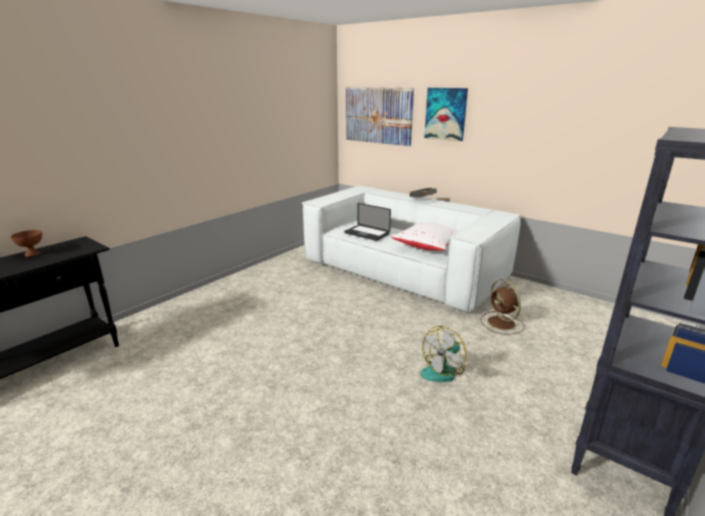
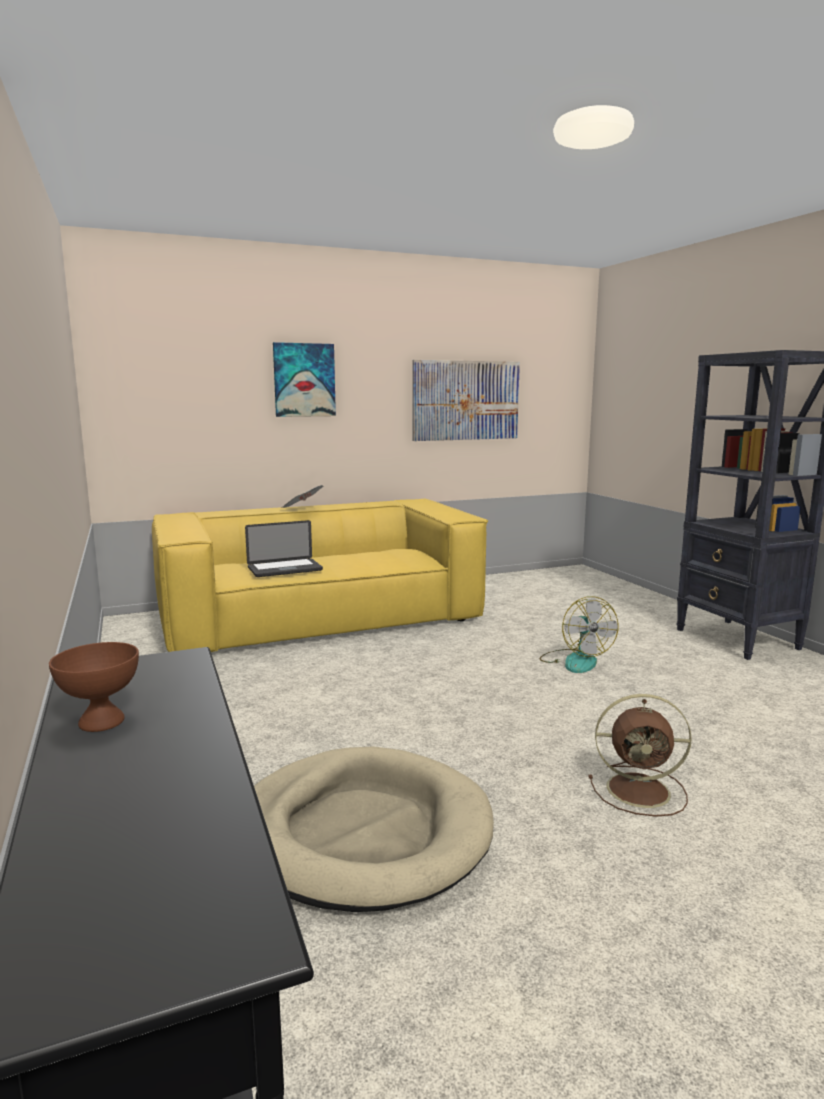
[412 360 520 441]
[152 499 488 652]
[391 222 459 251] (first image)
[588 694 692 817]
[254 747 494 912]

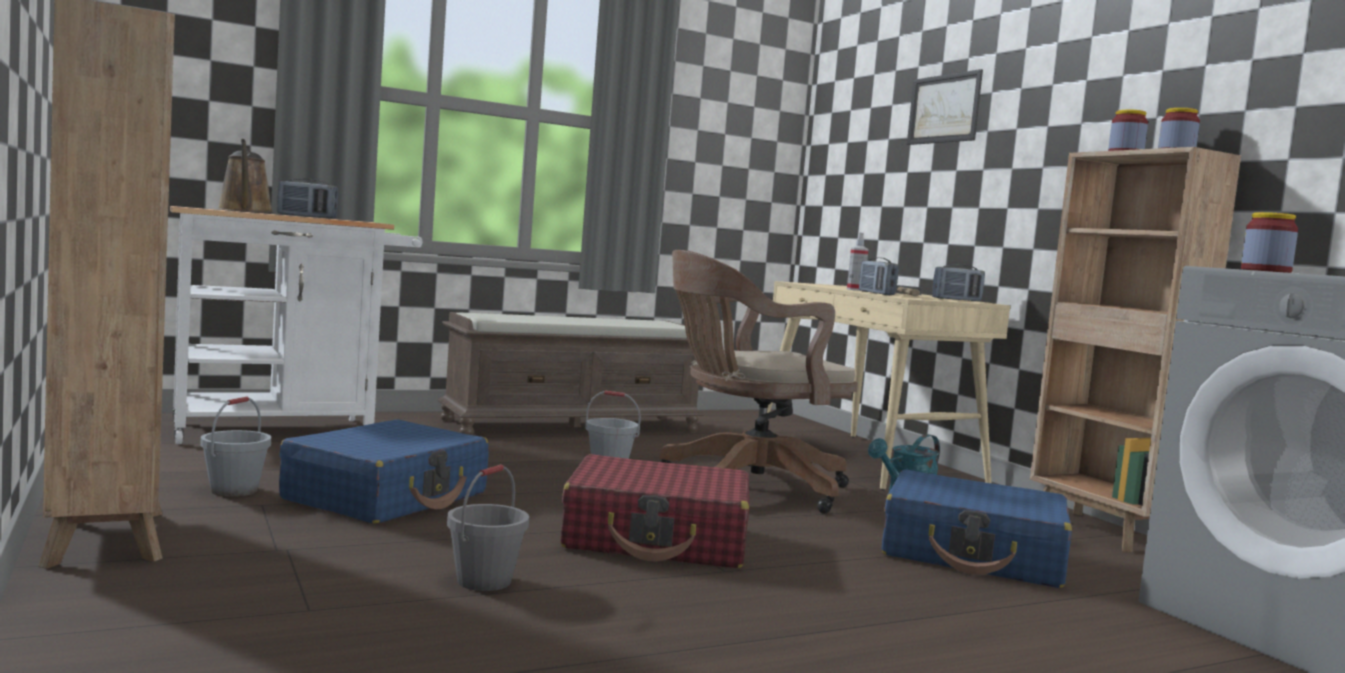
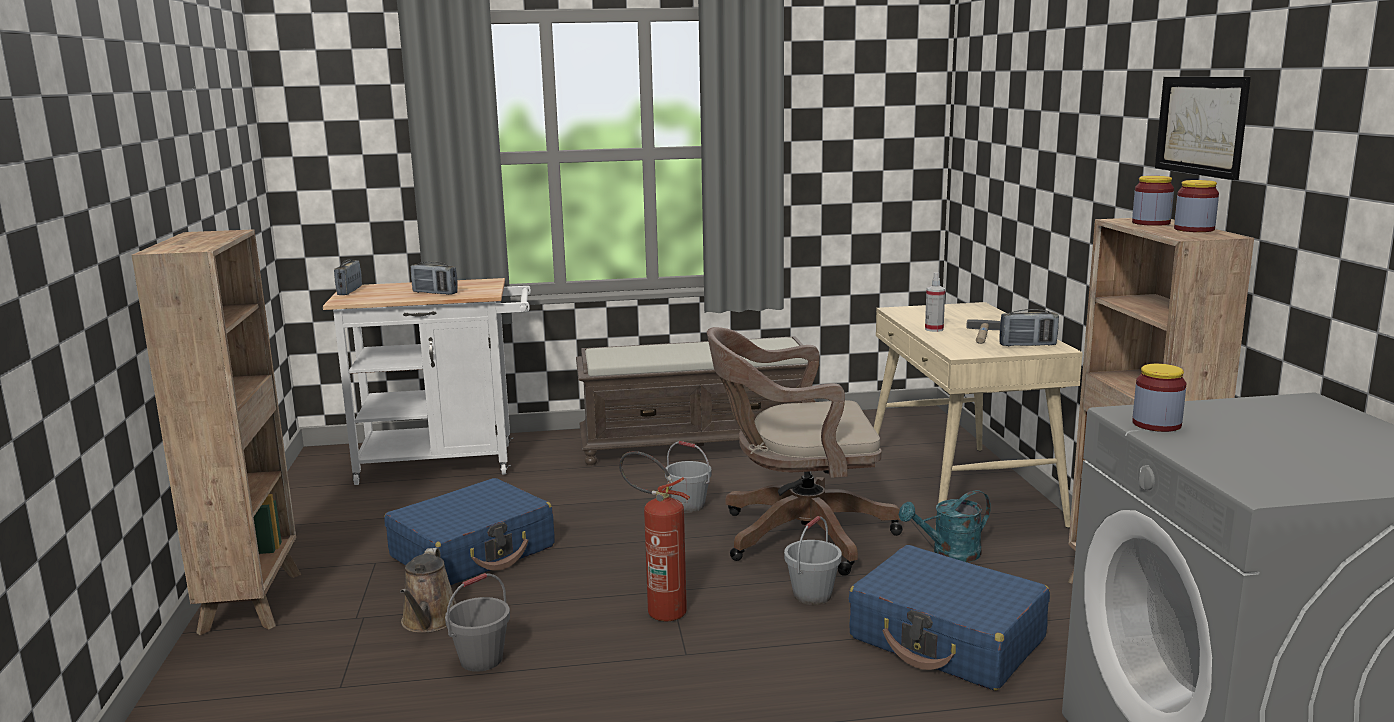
[1155 77 1251 180]
[400 548 456 633]
[334 260 362 295]
[784 516 842 605]
[619 451 690 621]

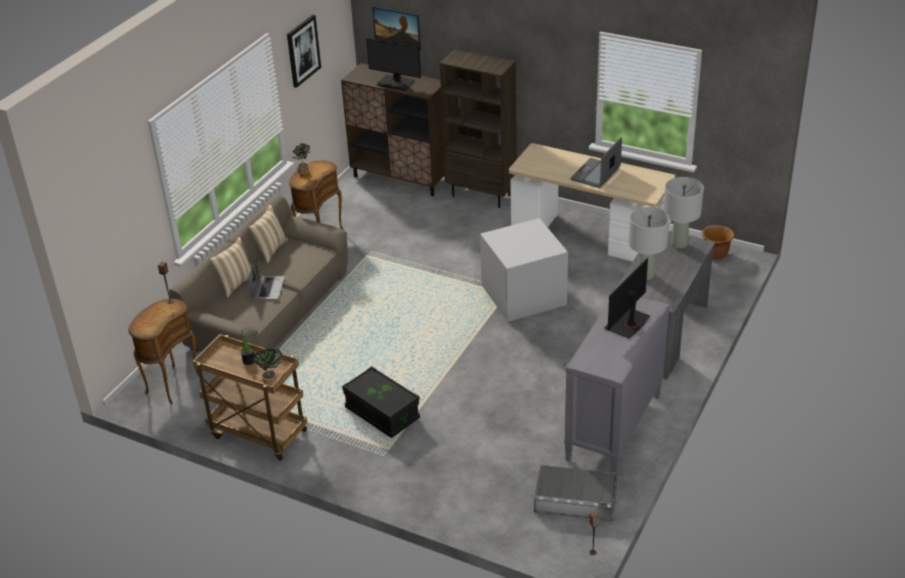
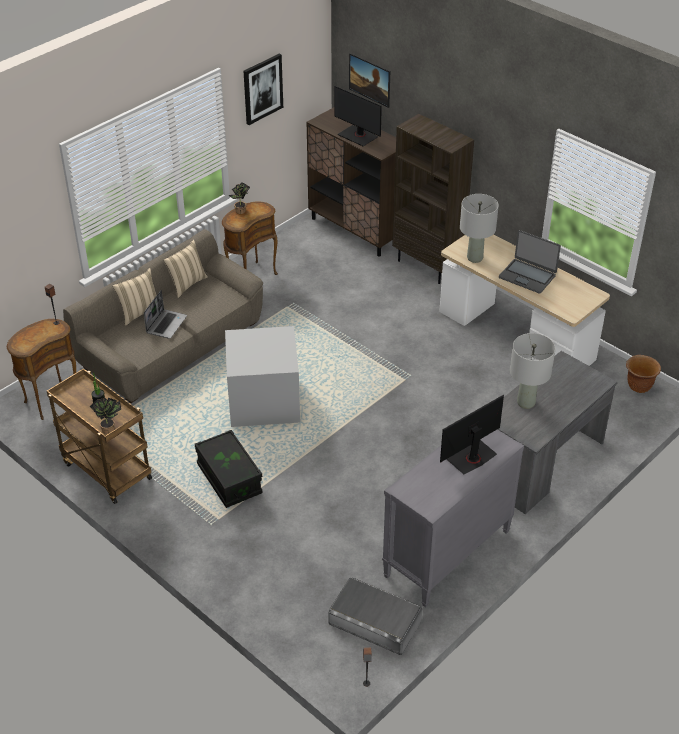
[499 230 561 294]
[460 194 499 263]
[225 326 300 427]

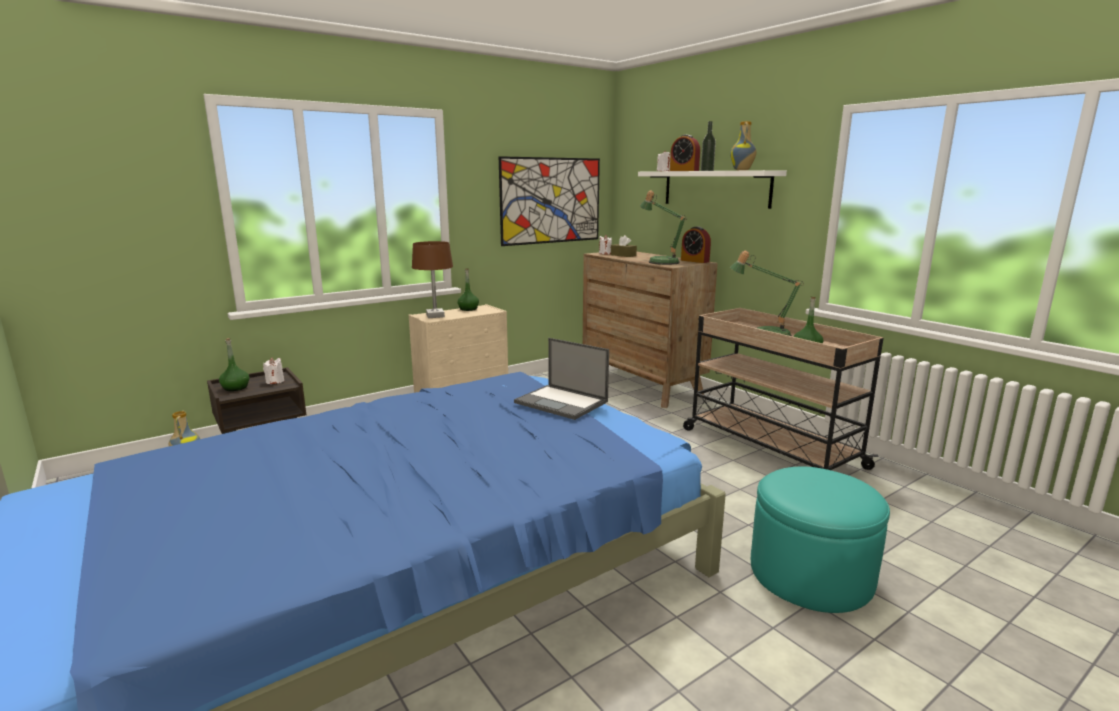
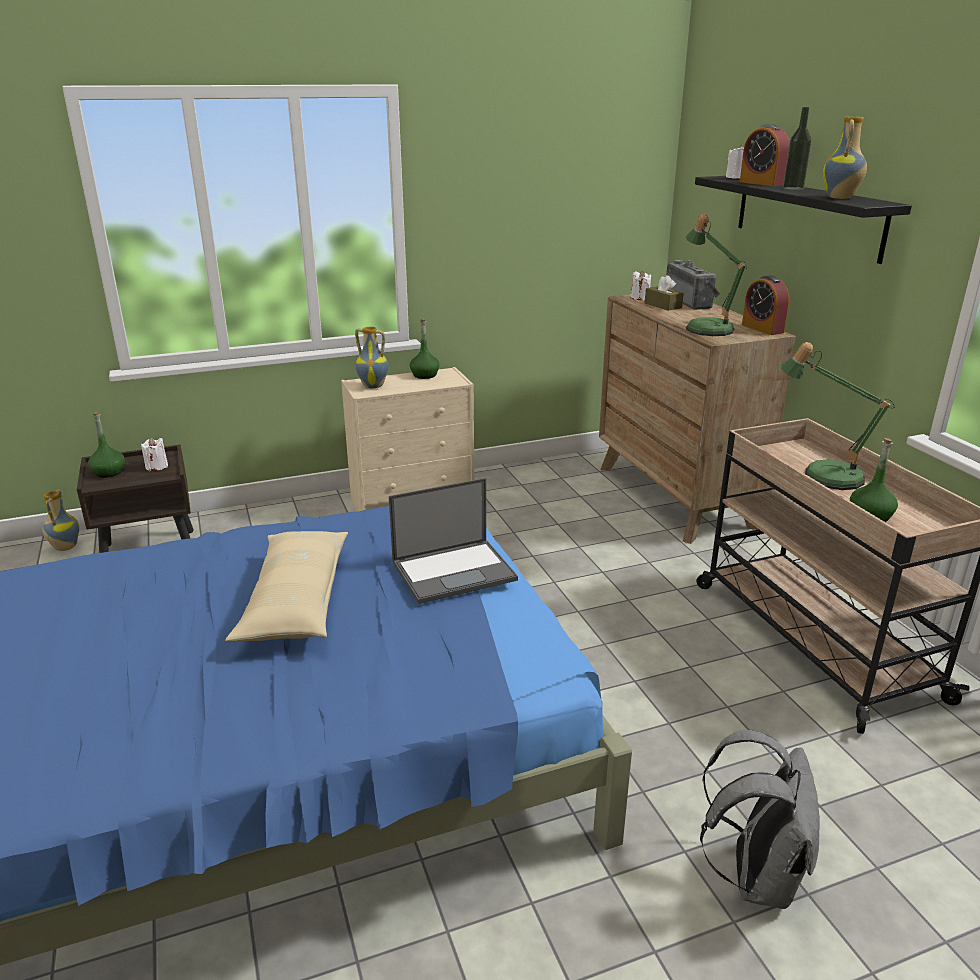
[499 156 600 246] (first image)
[695 176 912 264]
[355 327 389 388]
[389 478 518 604]
[700 730 820 909]
[666 260 720 310]
[225 531 348 642]

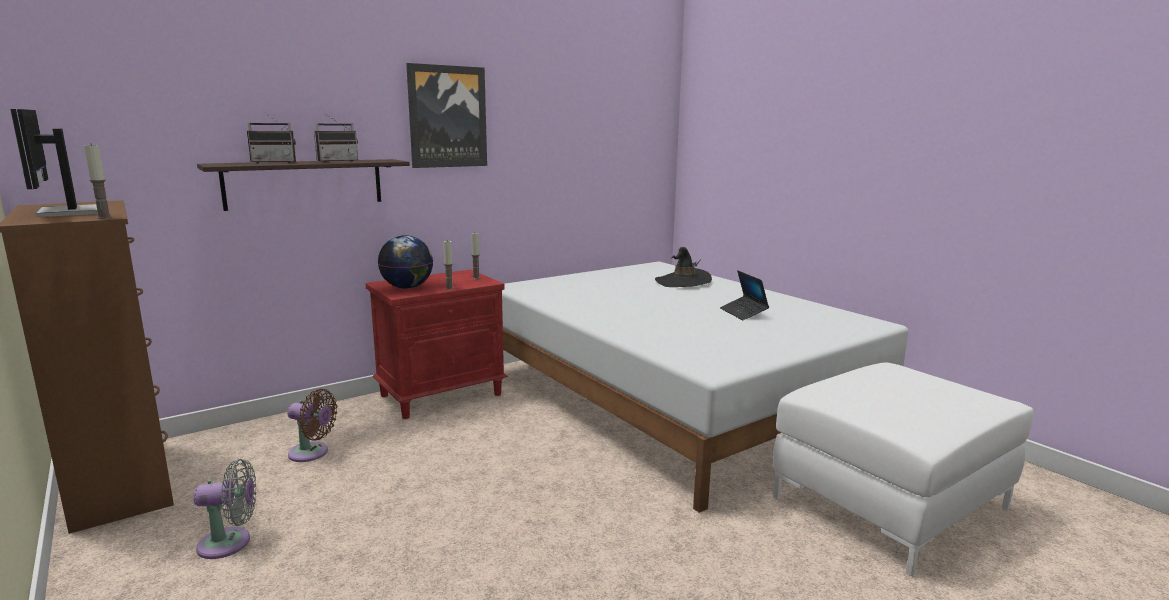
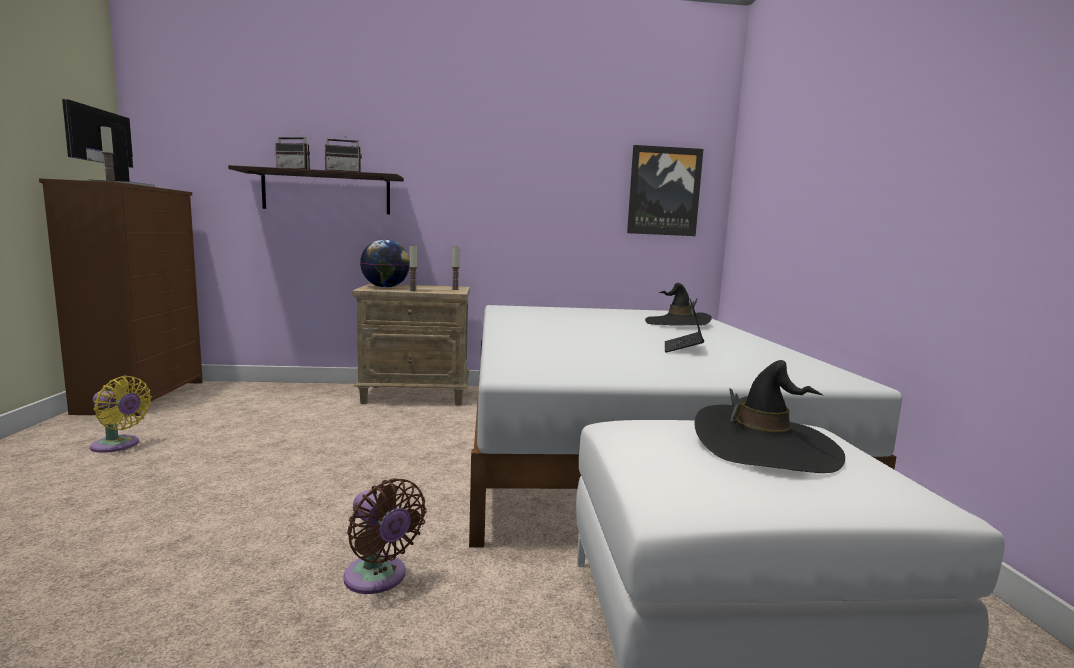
[627 145 703 236]
[353 283 470 406]
[343 478 427 594]
[90 376 152 453]
[694 360 845 473]

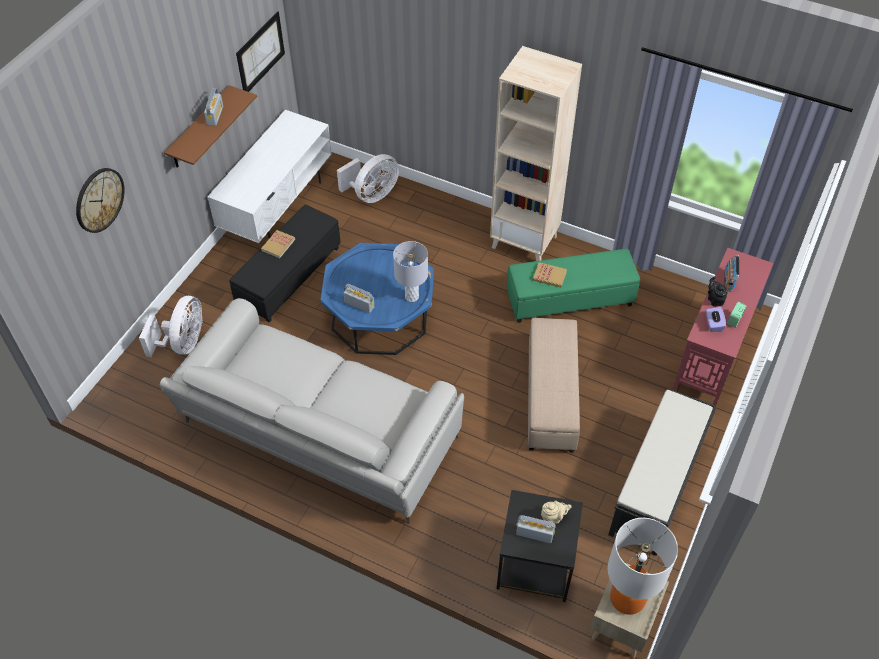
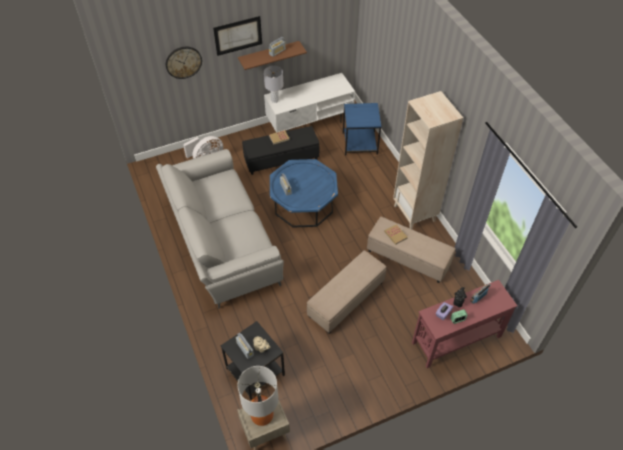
[213 16 262 56]
[343 103 381 156]
[264 66 284 103]
[367 216 456 283]
[608 389 716 556] (first image)

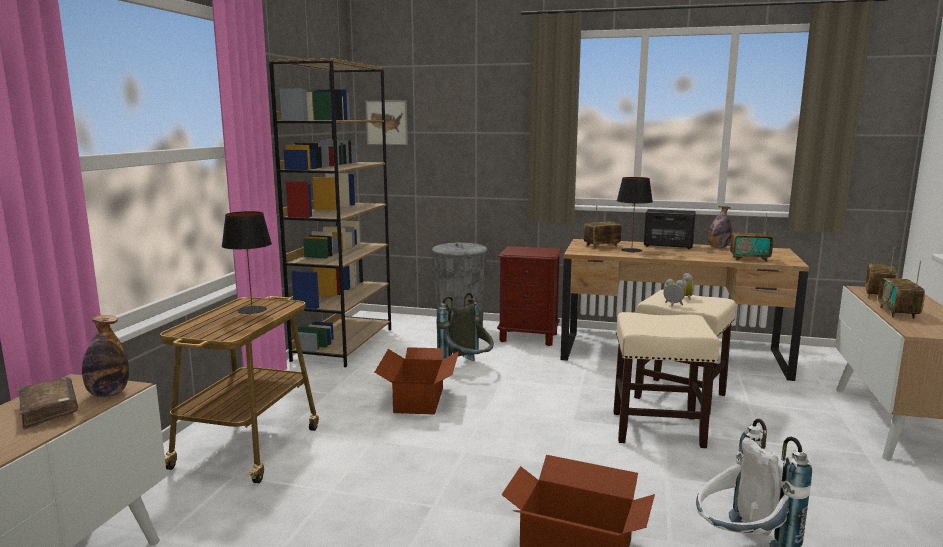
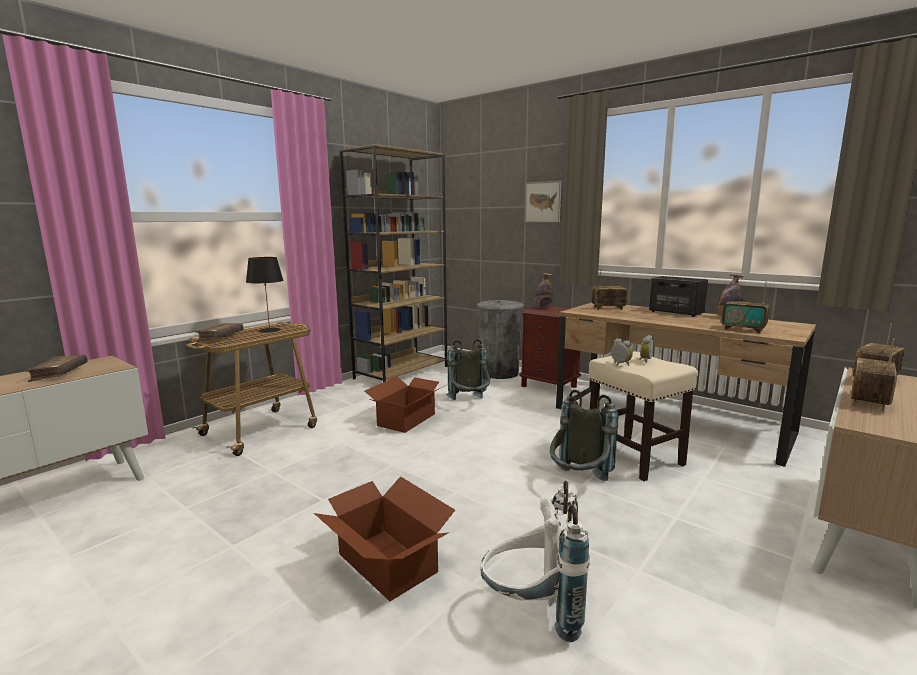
[525 181 561 222]
[617 177 653 253] (first image)
[550 390 618 481]
[535 273 553 308]
[195 323 244 341]

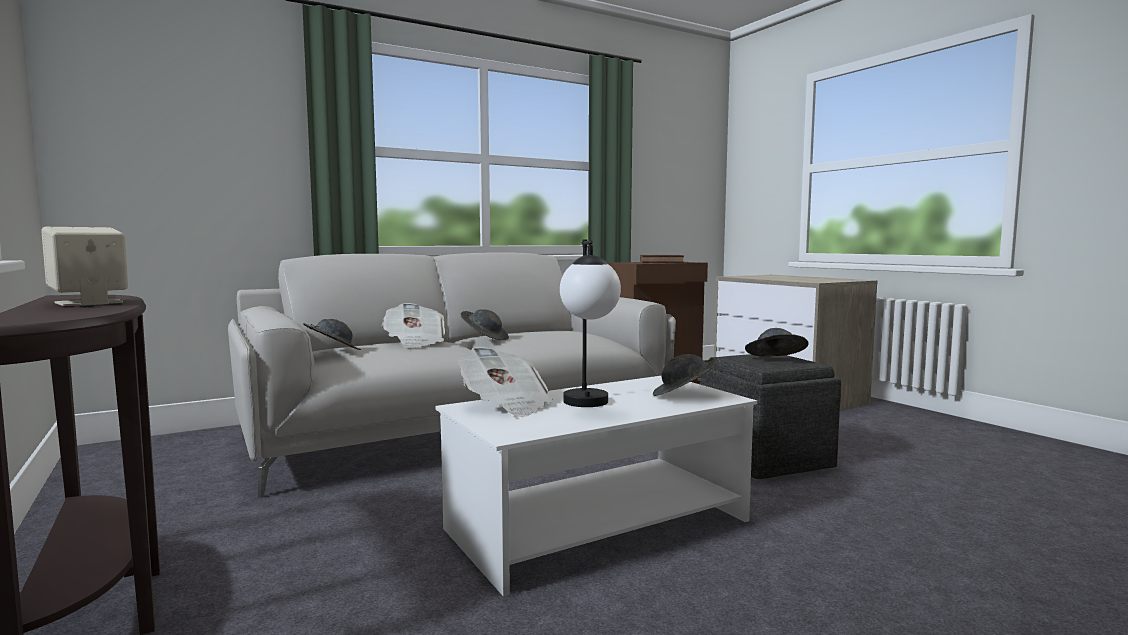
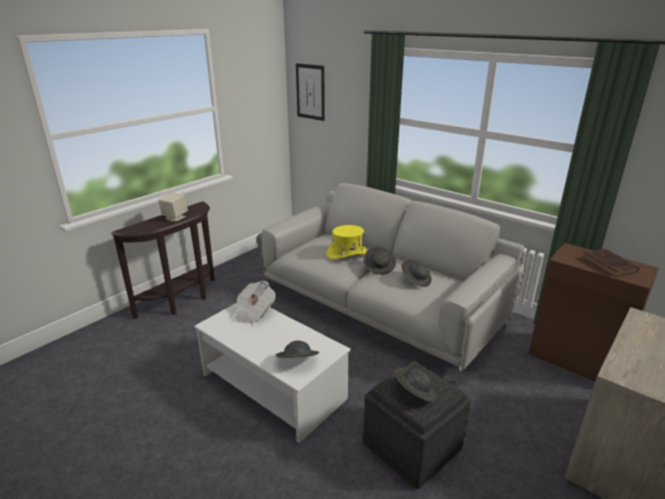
[560 239 621 407] (first image)
[327 225 368 259]
[402 260 432 287]
[296 63 325 121]

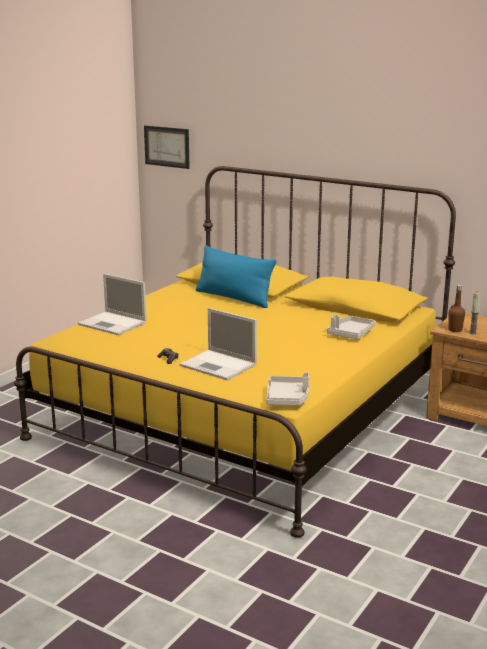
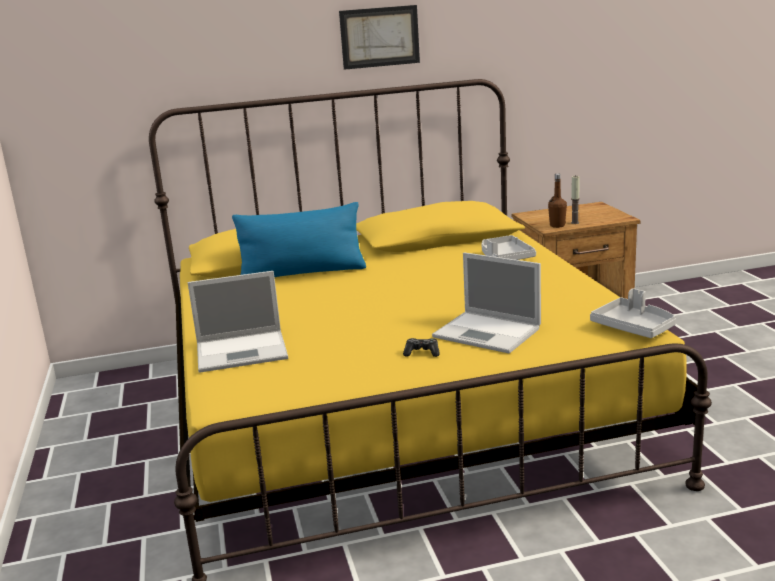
[339 5 420 70]
[432 252 541 354]

